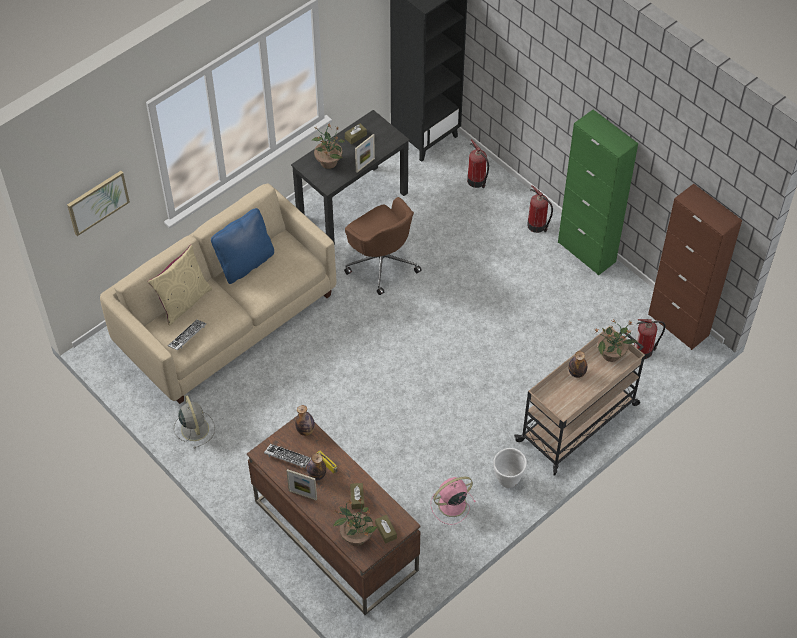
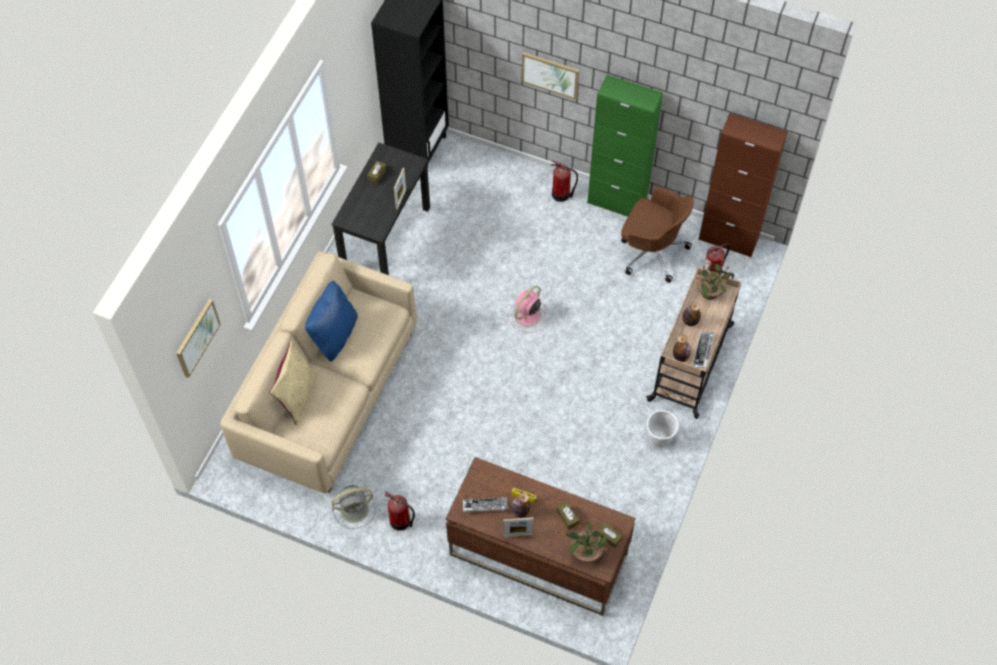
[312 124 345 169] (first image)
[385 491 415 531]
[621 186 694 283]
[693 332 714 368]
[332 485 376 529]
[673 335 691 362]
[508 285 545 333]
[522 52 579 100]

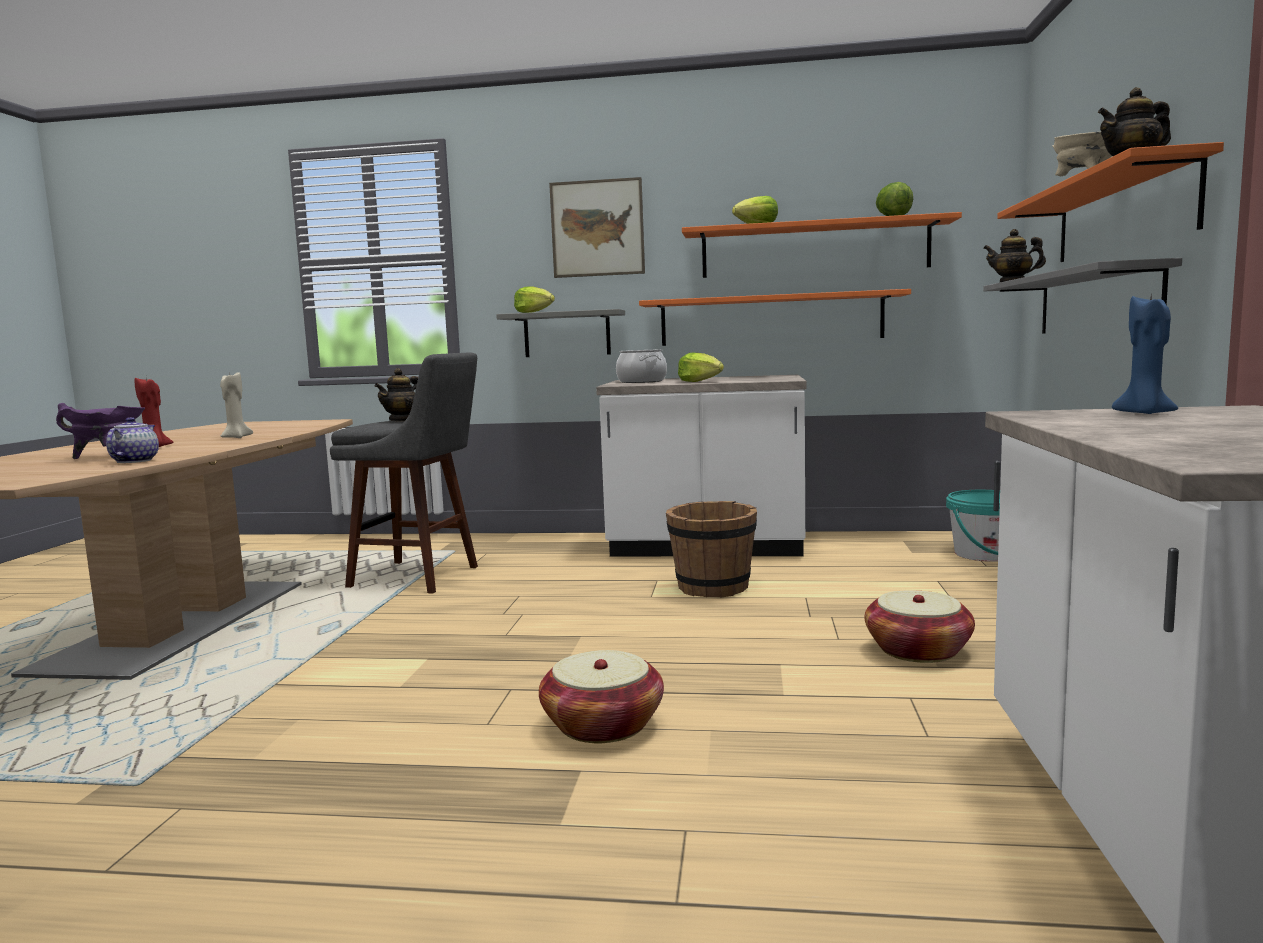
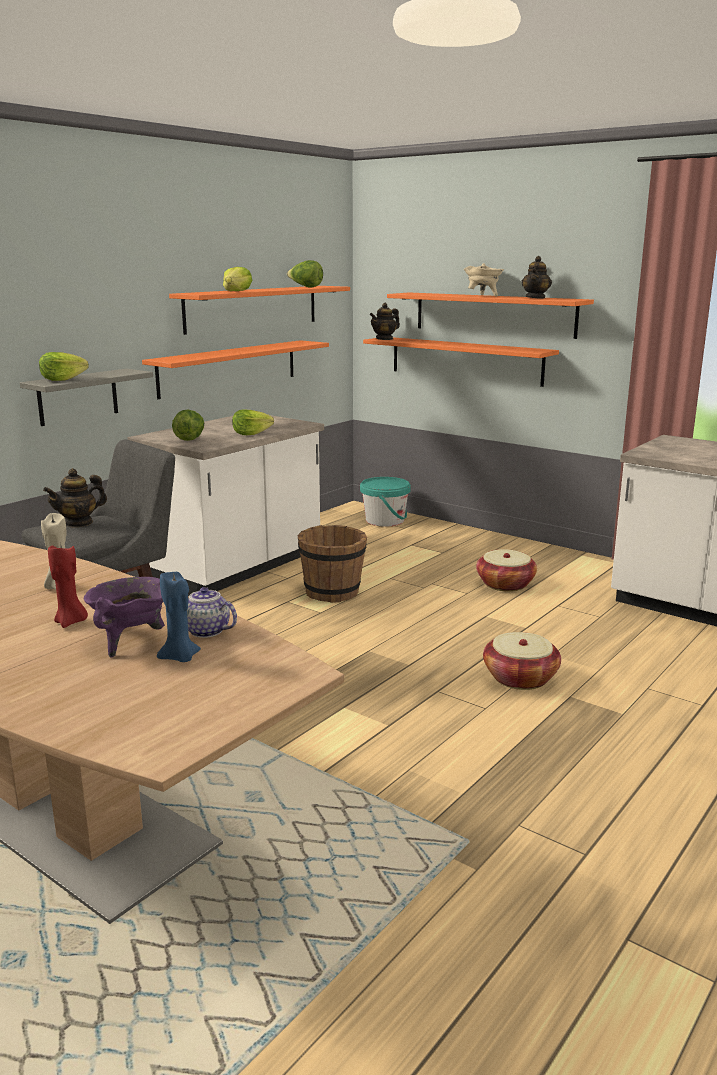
[549 177 645 278] (first image)
[363 337 559 387]
[157 572 201 662]
[172 409 204 441]
[43 468 107 528]

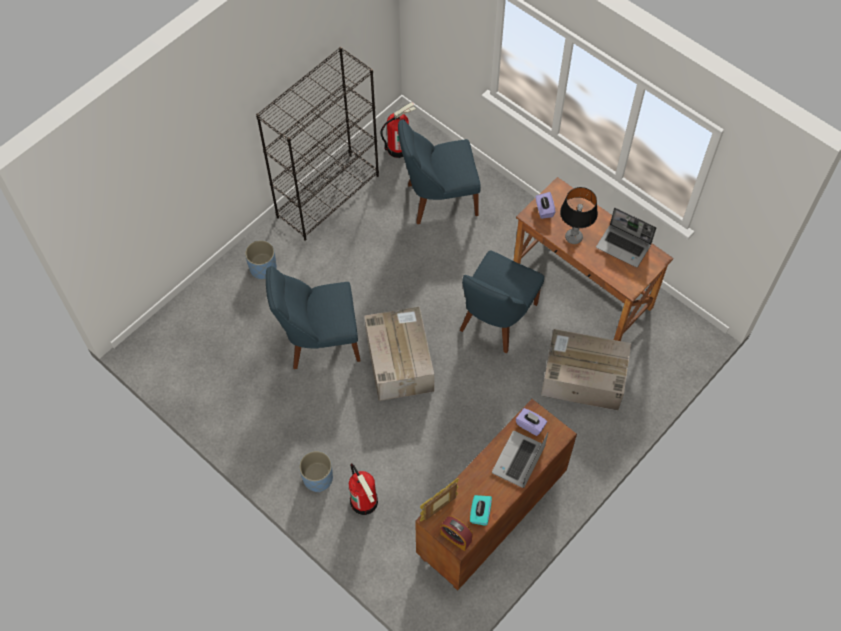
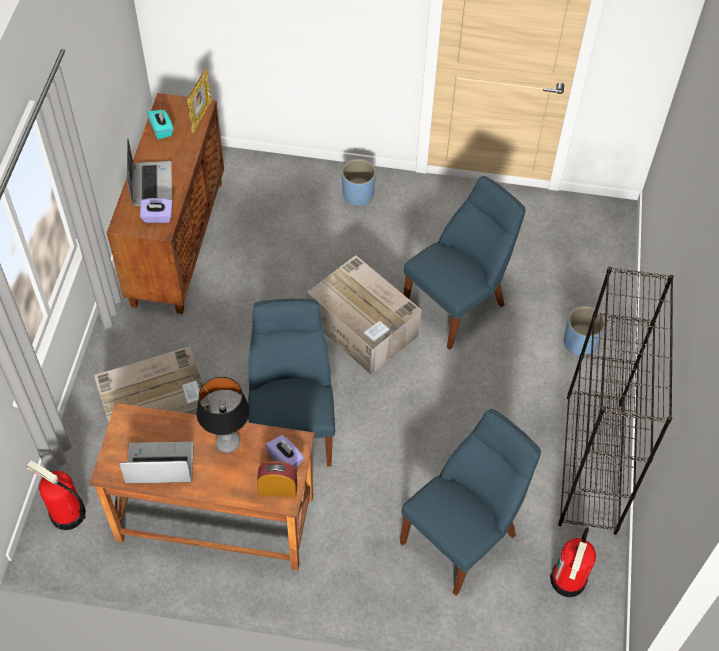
[26 460 86 530]
[257 461 297 497]

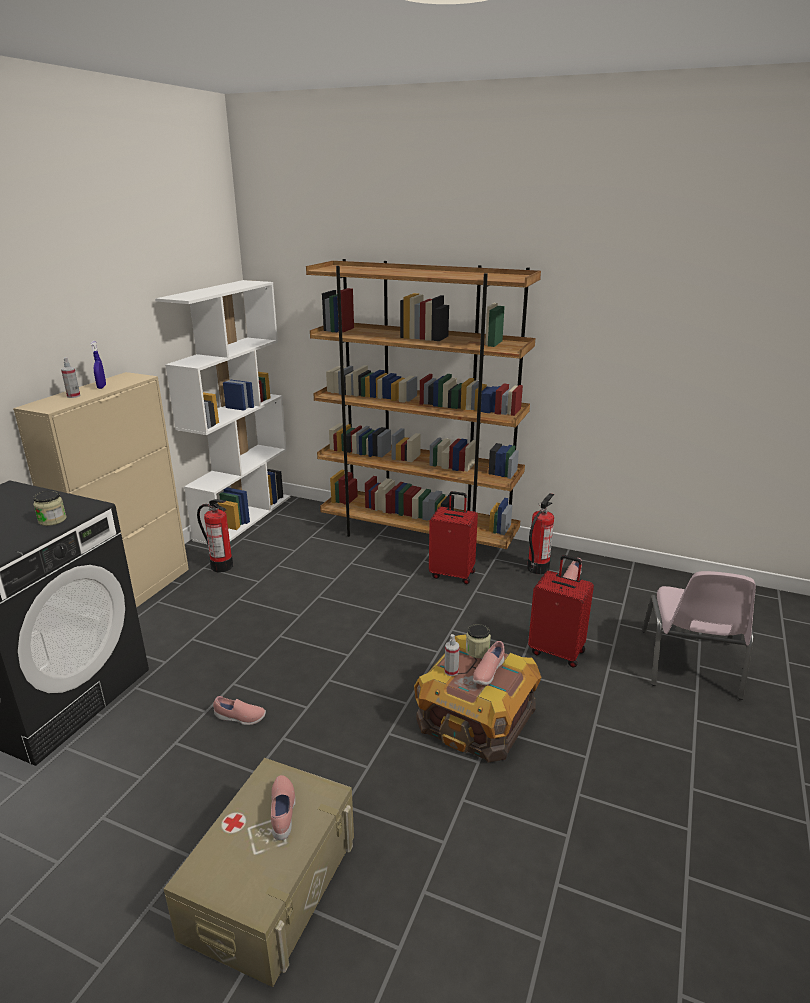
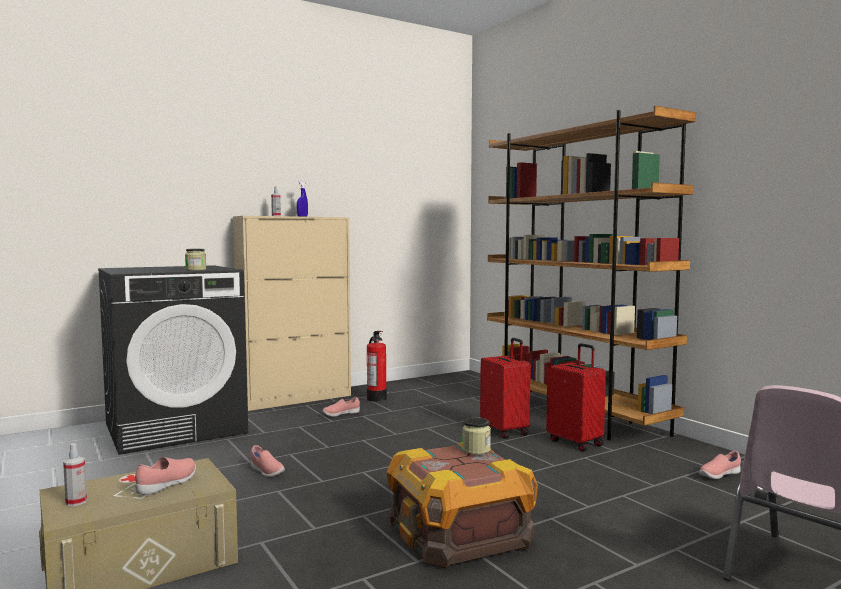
[155 280 290 545] (first image)
[527 493 554 574] (first image)
[480 338 531 439]
[63 443 87 506]
[322 397 360 417]

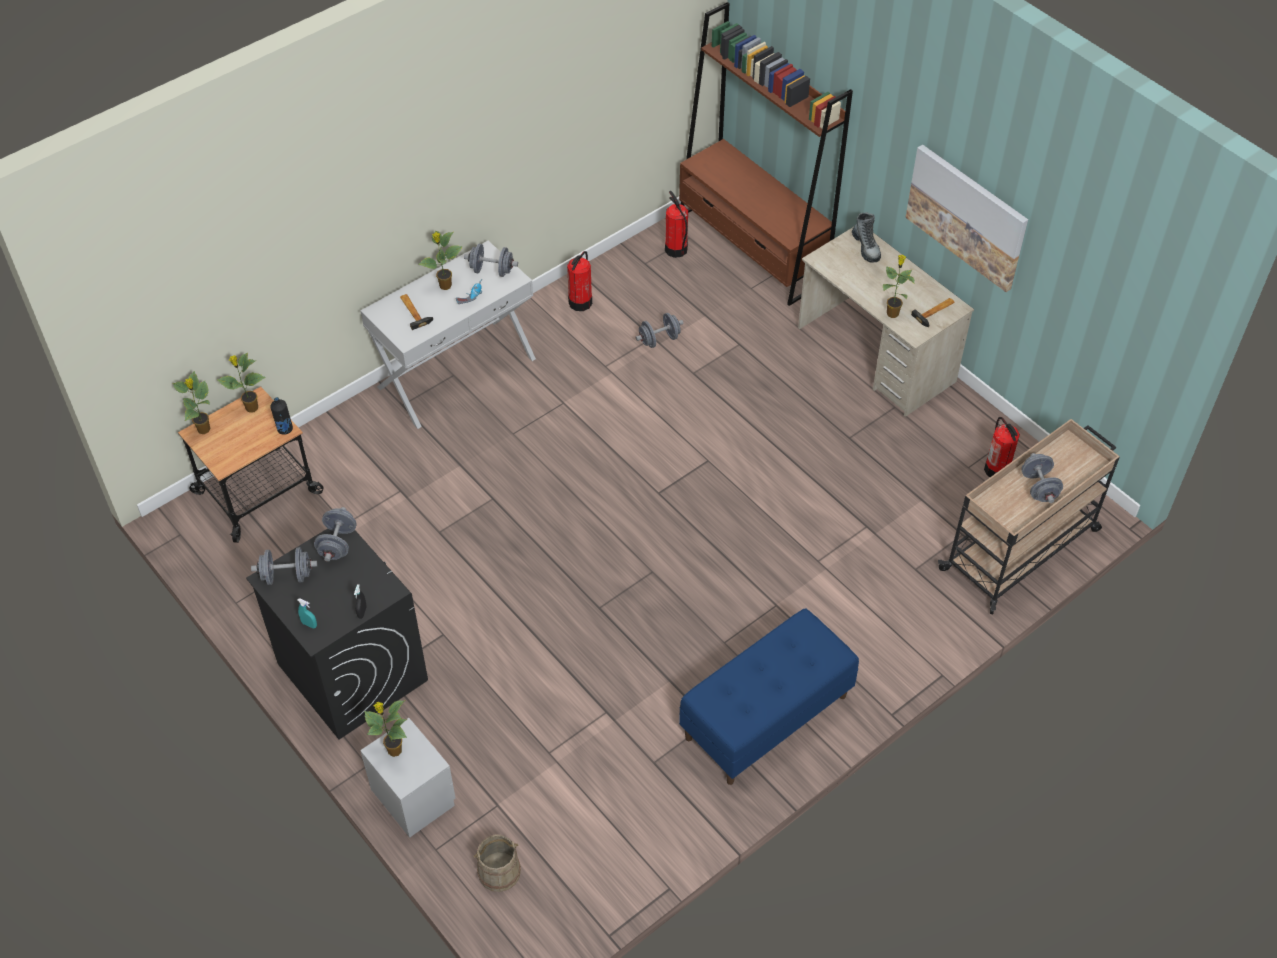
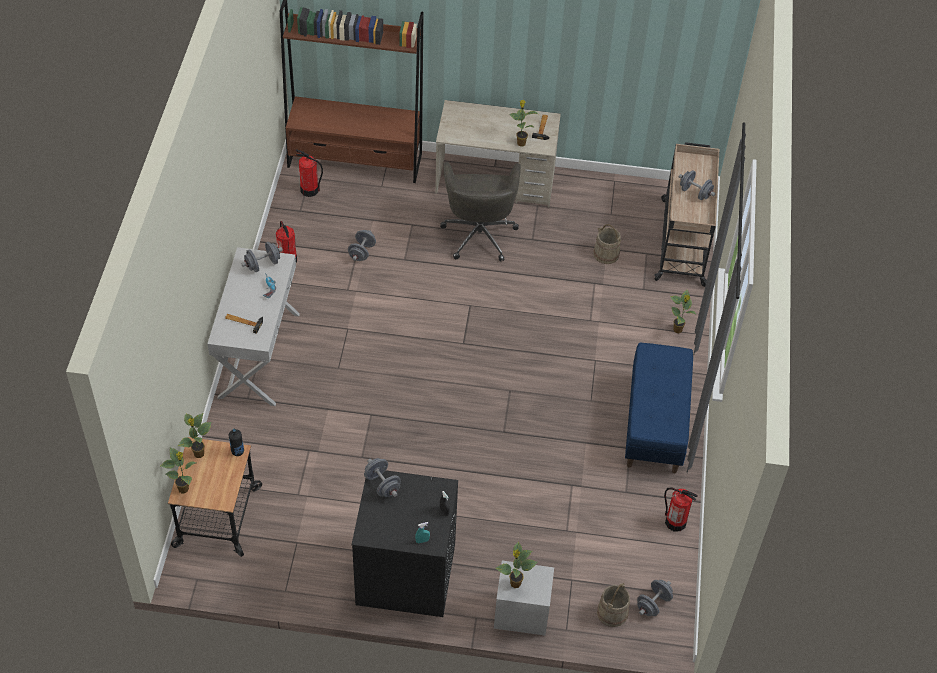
[905 144 1028 292] (first image)
[852 212 881 263] (first image)
[670 290 696 333]
[664 488 698 531]
[637 580 673 616]
[440 162 521 261]
[593 224 621 264]

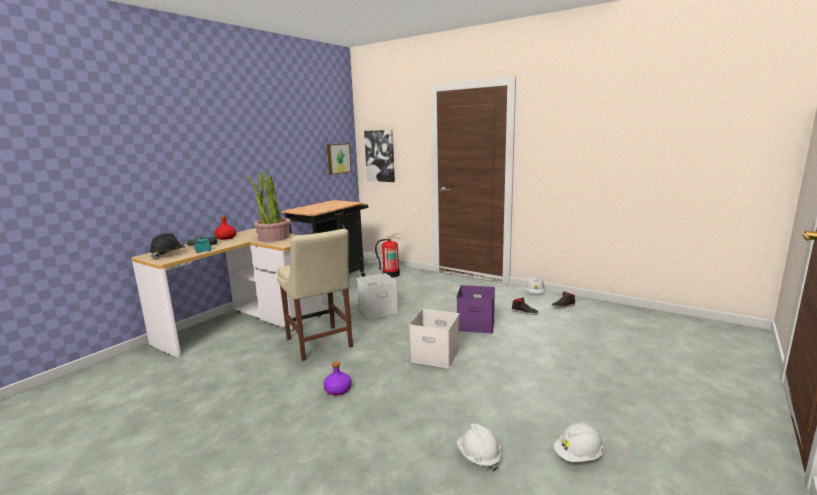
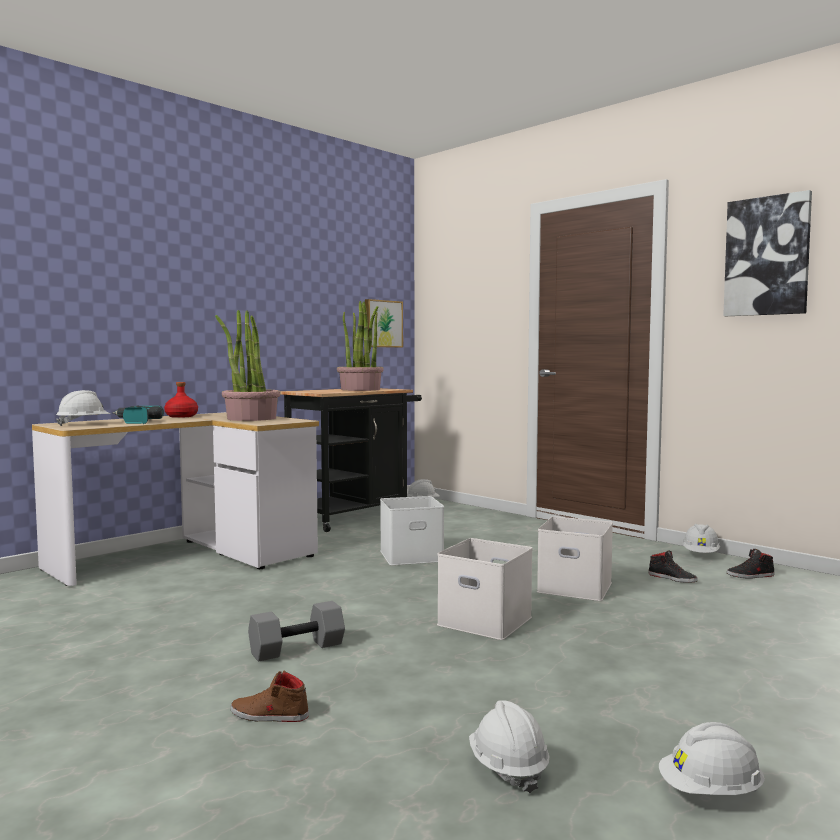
[723 190 812 316]
[277 229 353 361] (first image)
[56 390 111 426]
[375 233 405 278] (first image)
[537 516 613 601]
[248 601 345 662]
[337 301 384 391]
[231 670 309 722]

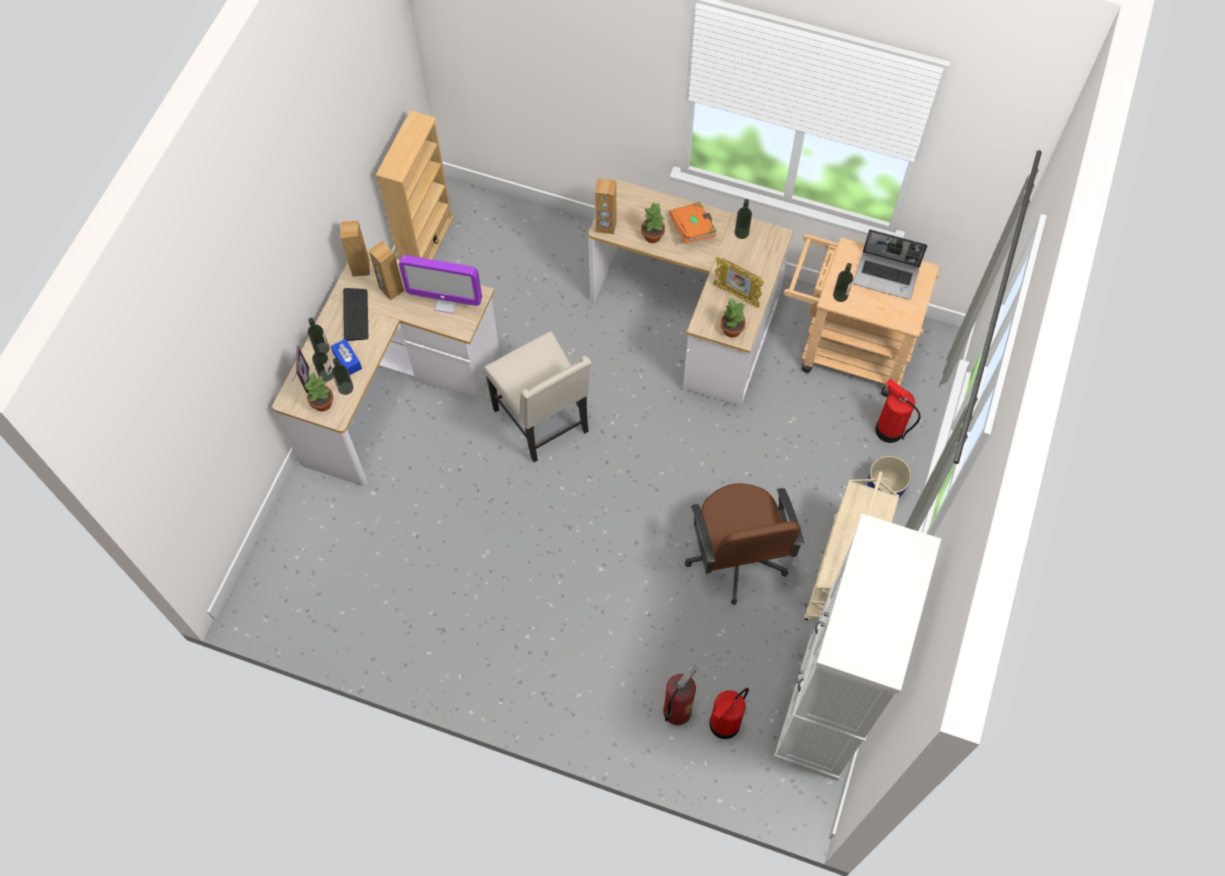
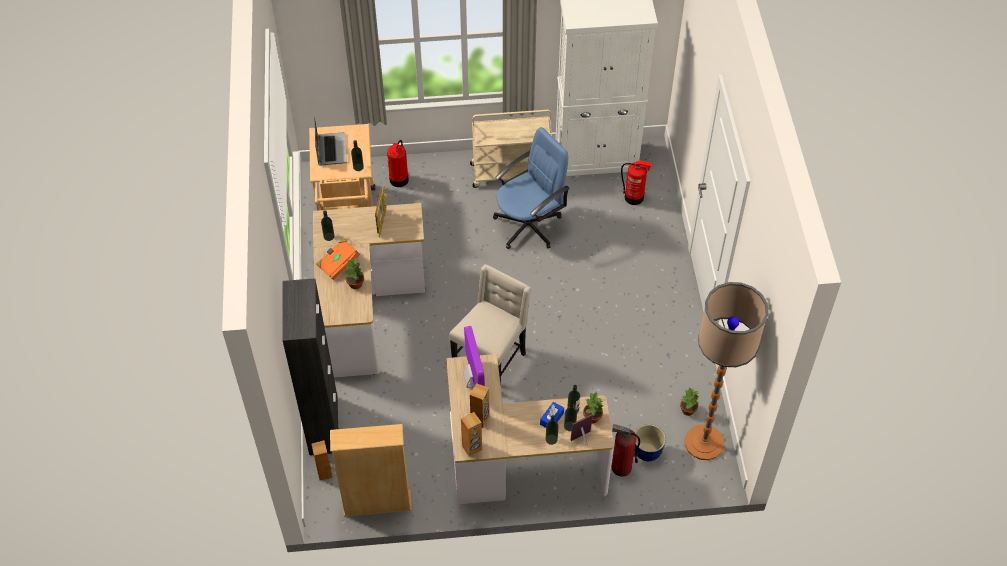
[312 440 332 480]
[343 288 368 341] (first image)
[680 387 699 416]
[634 424 666 461]
[493 127 570 249]
[611 424 640 477]
[282 278 338 455]
[685 282 769 460]

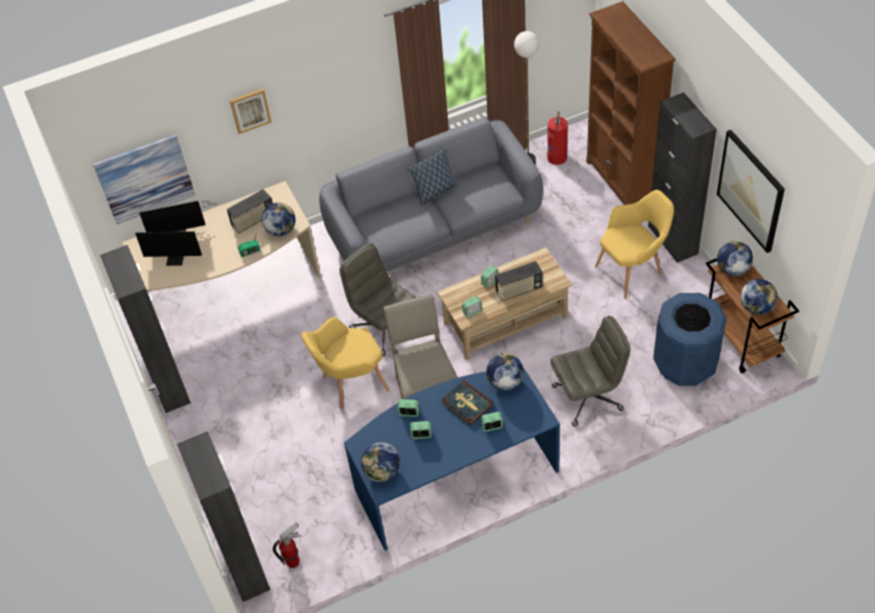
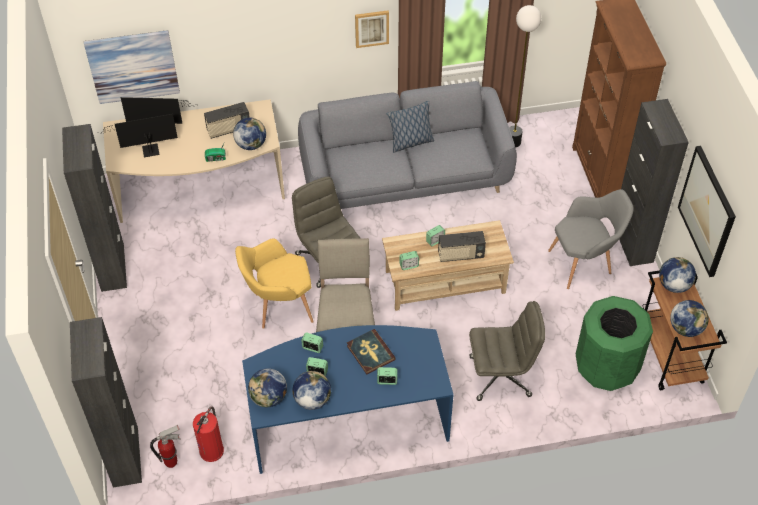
[355 10 389 48]
[193 407 224 462]
[548 189 634 289]
[100 114 178 157]
[576 296 653 391]
[292 371 331 410]

